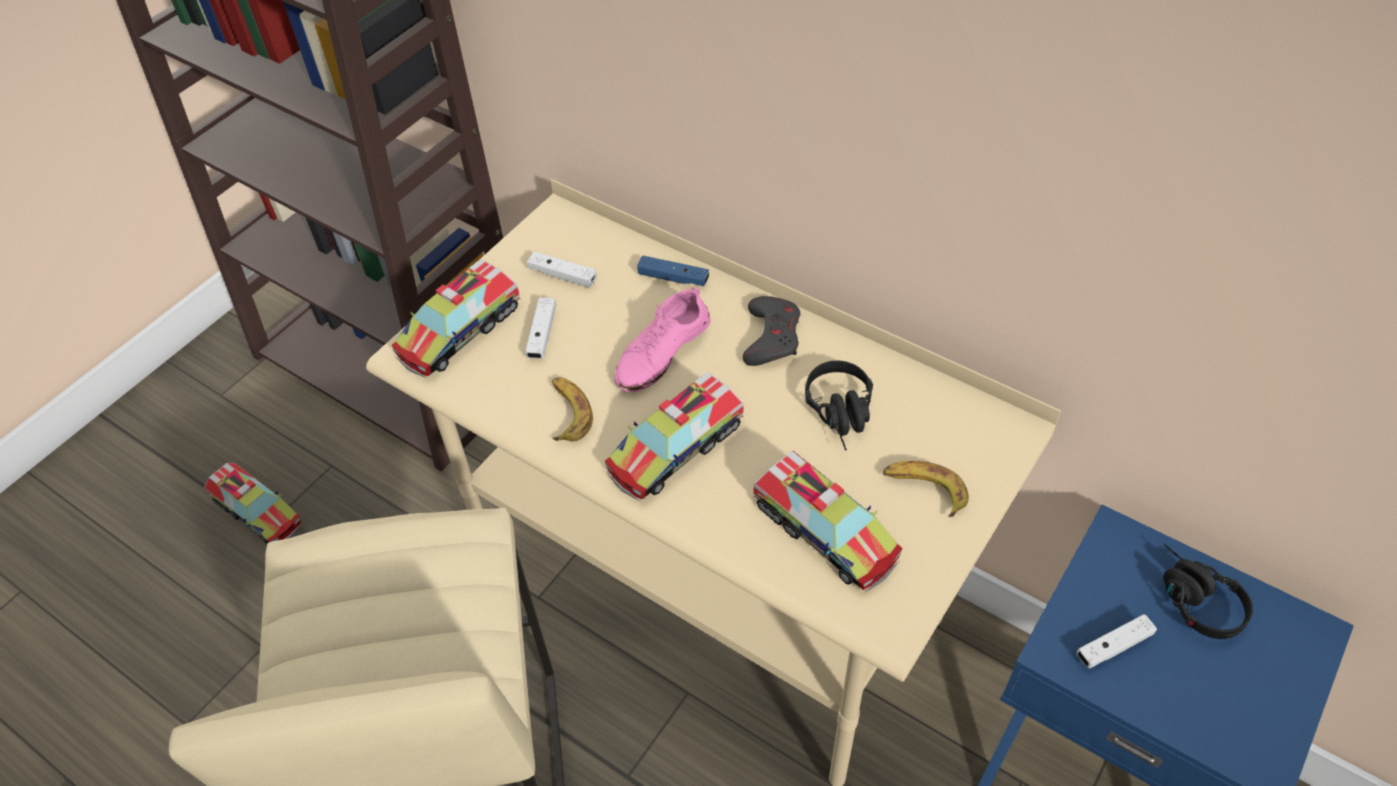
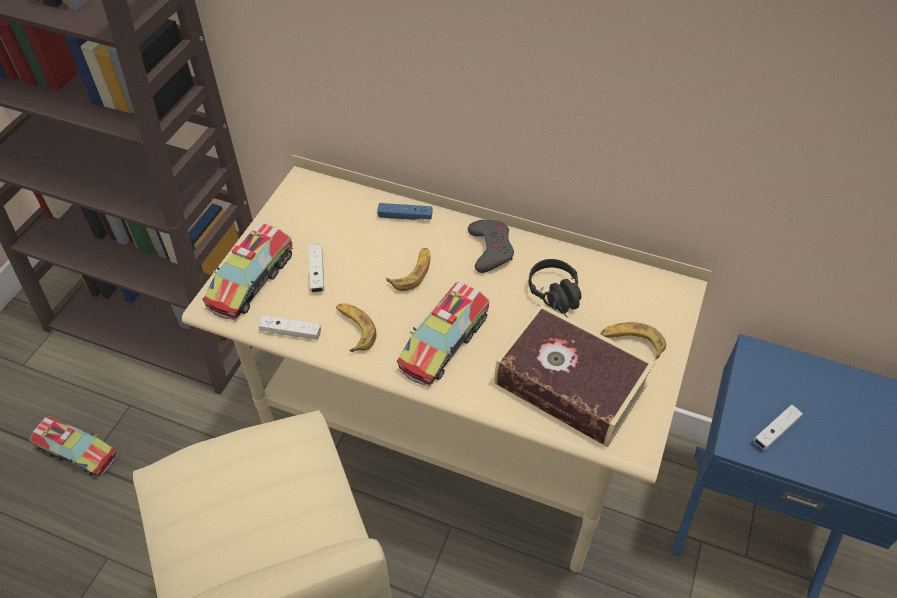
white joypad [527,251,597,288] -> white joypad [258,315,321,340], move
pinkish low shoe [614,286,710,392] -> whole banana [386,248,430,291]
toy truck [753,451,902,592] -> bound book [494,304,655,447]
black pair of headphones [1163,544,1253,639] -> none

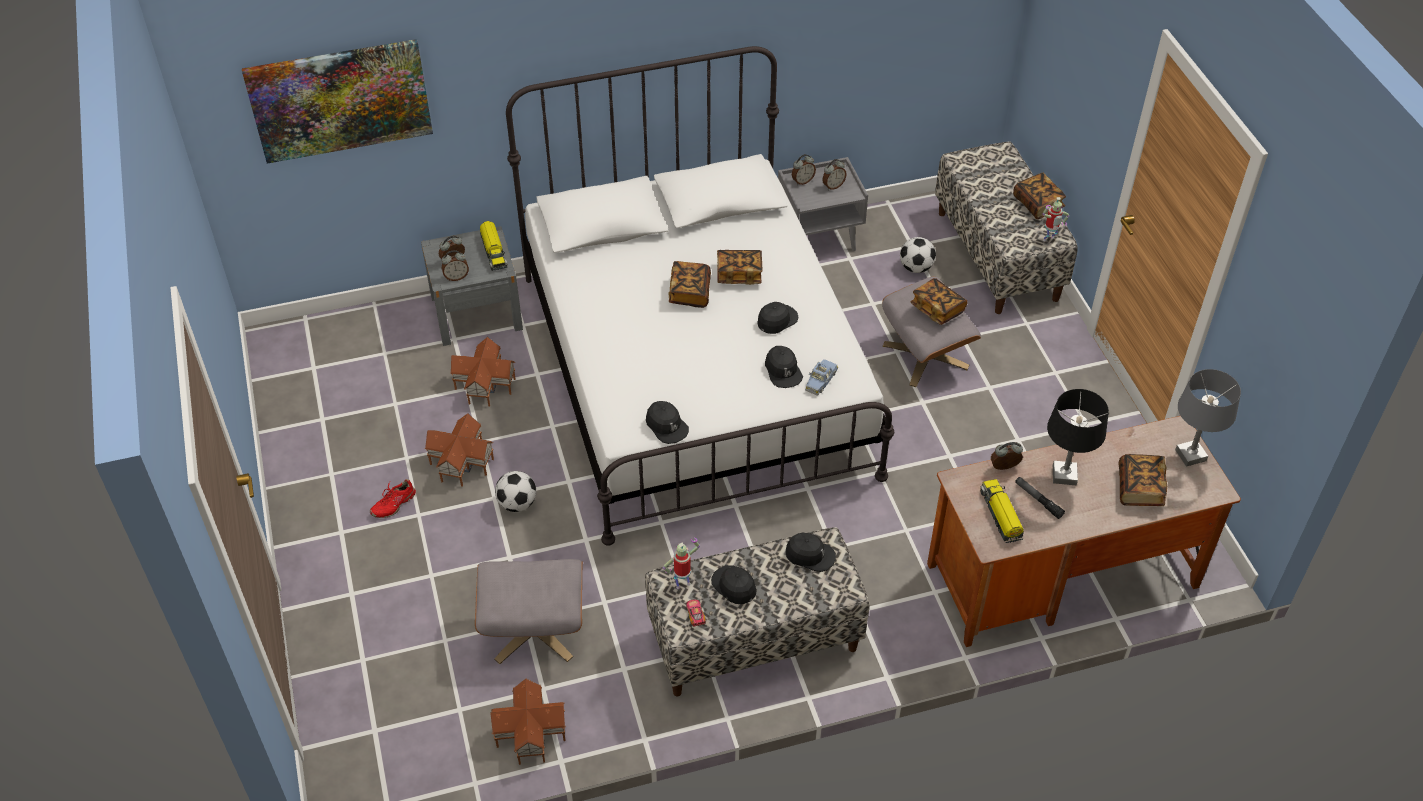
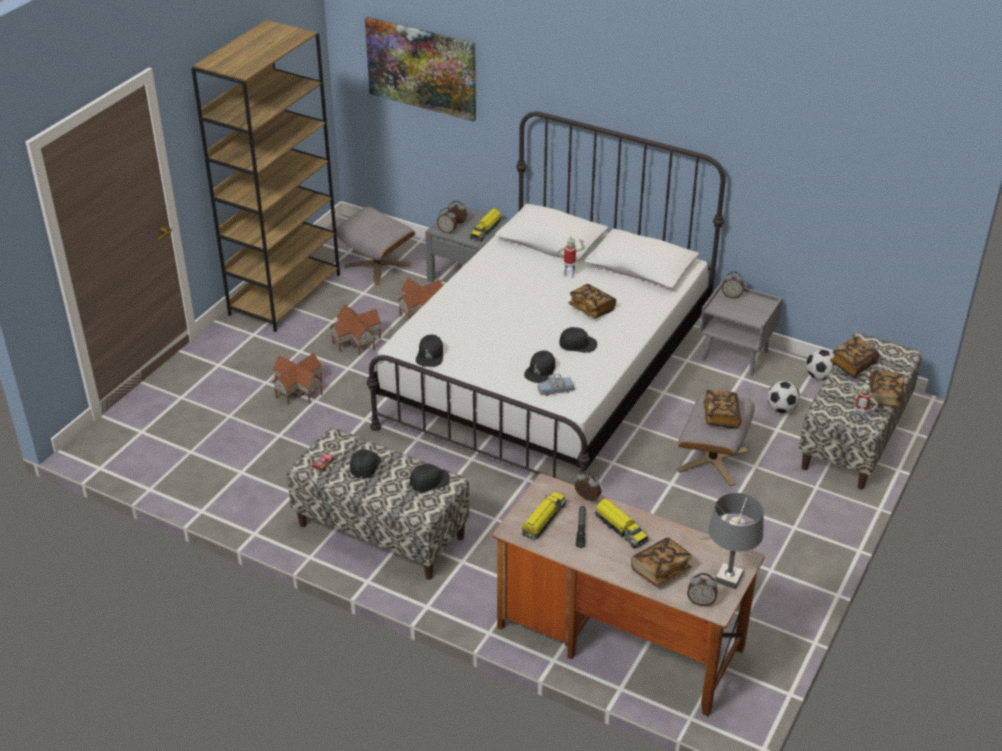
table clock [822,159,847,190] -> table clock [687,573,718,606], move
bound book [668,261,711,308] -> bound book [830,337,879,378], move
black table lamp [1047,389,1109,485] -> toy truck [594,498,648,549]
football [495,471,536,512] -> football [806,349,835,381], move
red low shoe [370,479,416,518] -> none
black baseball cap [786,533,836,572] -> black baseball cap [410,464,450,492], 90 degrees counterclockwise
toy robot [663,538,700,589] -> toy robot [558,236,585,278], move
greyish ottoman [475,559,583,664] -> greyish ottoman [336,207,415,285], move
toy house [490,679,566,765] -> toy house [272,353,322,405], move
none -> brown-coloured shelving unit [191,20,340,332]

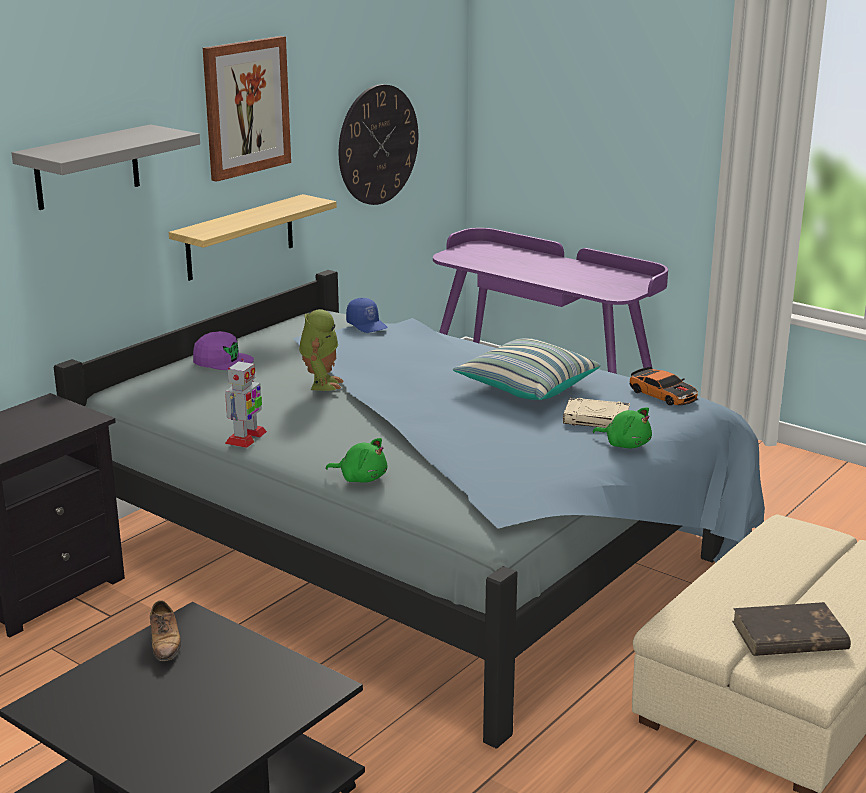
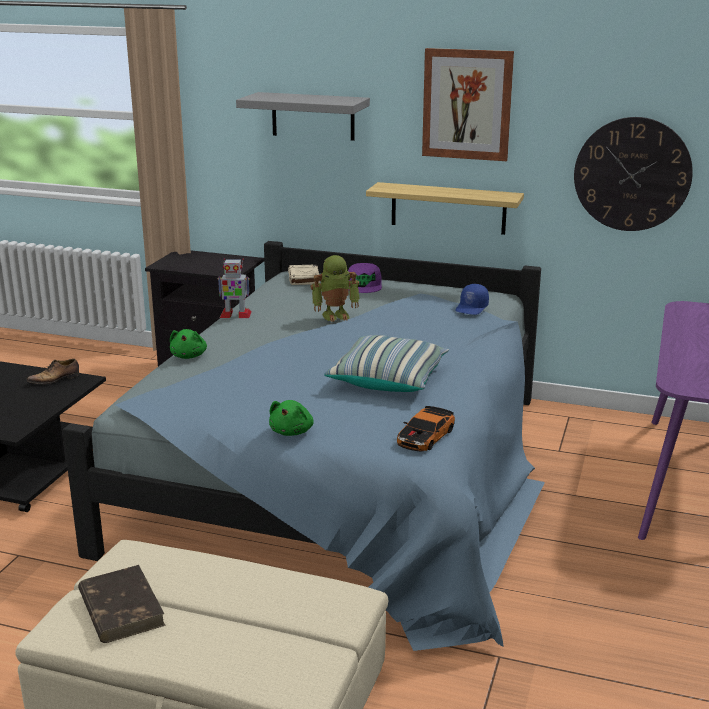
beige-coloured bound book [563,398,630,428] -> beige-coloured bound book [288,264,320,285], move

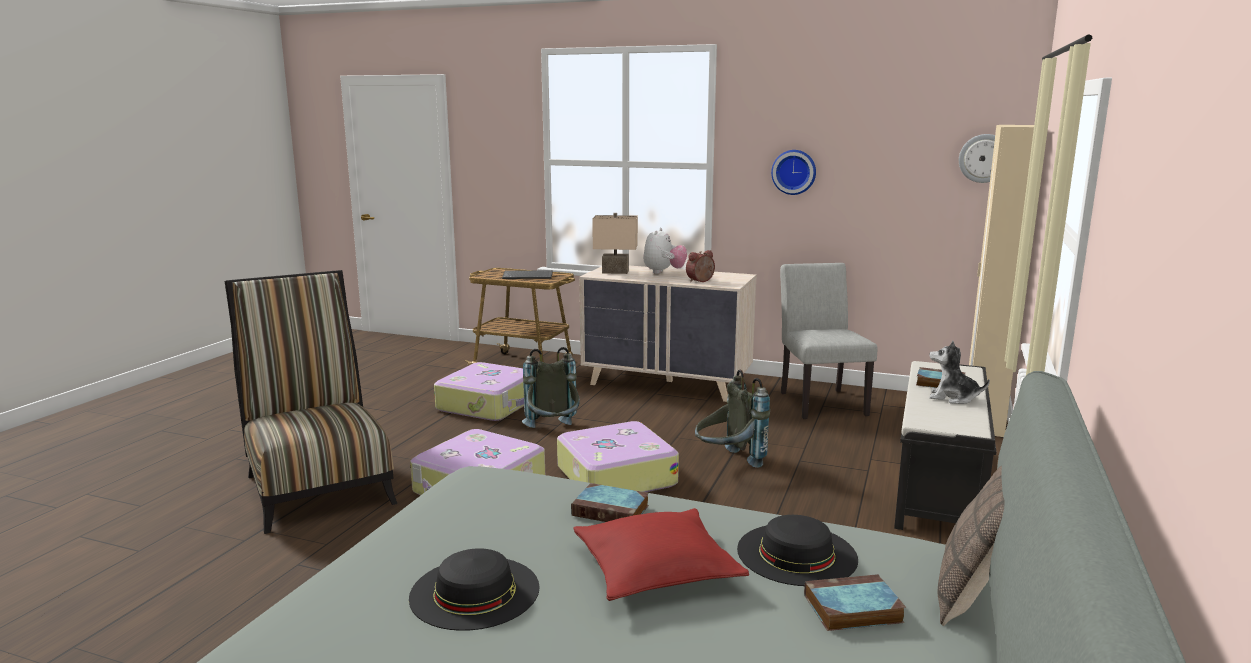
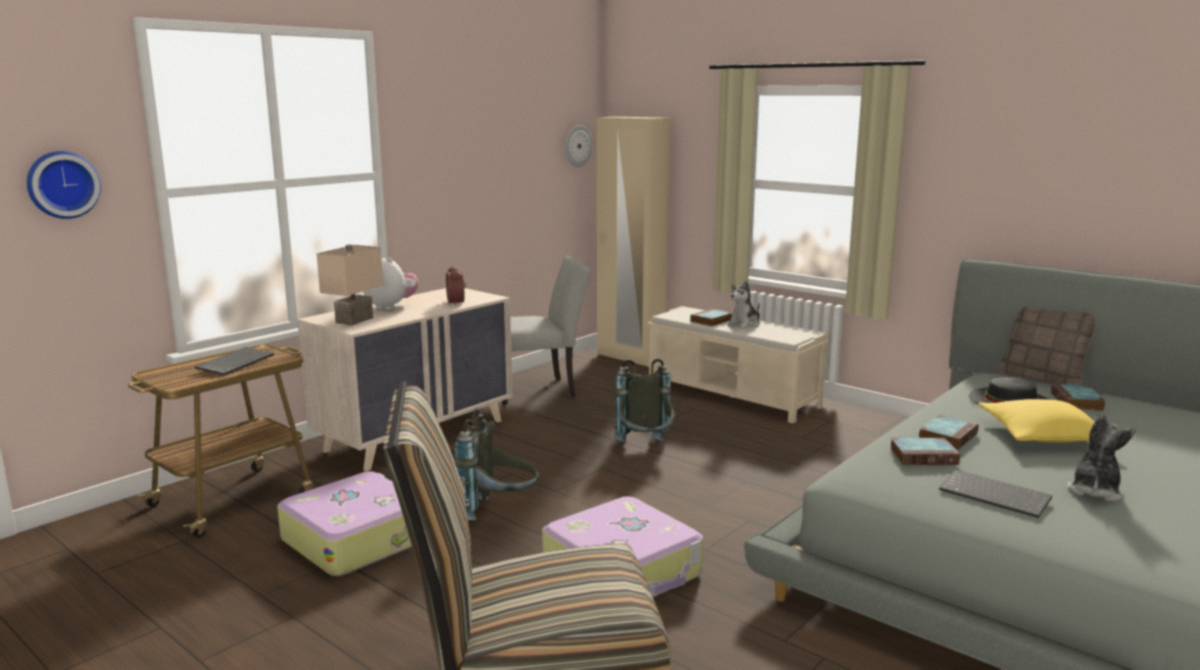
clock on the wall [771,150,816,195] -> clock on the wall [27,151,101,219], move
greyish chair [780,263,877,419] -> greyish chair [502,256,591,405], 150 degrees clockwise
black long seat [894,361,996,530] -> beige-coloured long seat [648,306,829,424]
piece of luggage [557,421,679,492] -> none
red throw pillow [573,508,749,601] -> yellow throw pillow [978,399,1094,443]
black clothing hat [409,548,540,631] -> cuddly toy [1067,413,1136,501]
none -> bound book [889,438,961,465]
none -> PC keyboard [939,470,1052,518]

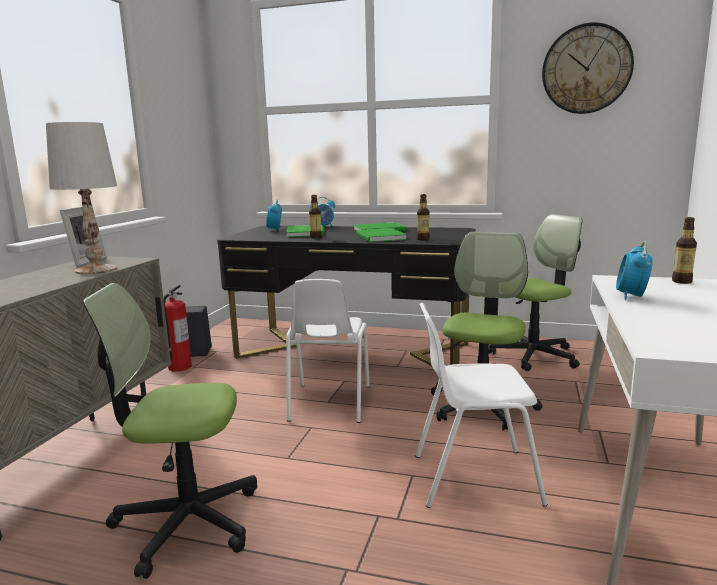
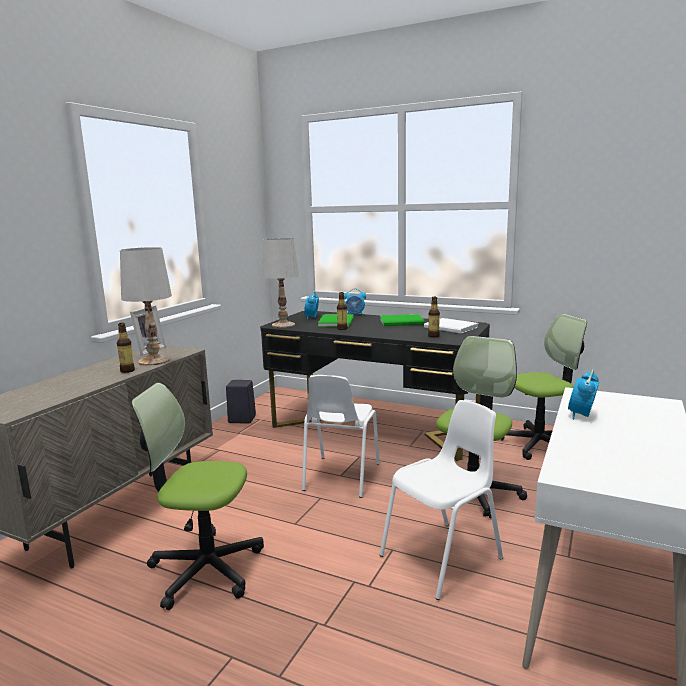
clock on the wall [542,22,634,114] -> none
drink bottle [672,217,697,284] -> drink bottle [117,323,135,373], move
greenish bound book [356,228,407,242] -> none
fire-fighting cylinder [163,285,192,371] -> none
white chair [415,303,547,508] -> white chair [379,400,503,600], 135 degrees clockwise
none -> white table lamp [262,238,299,328]
none -> white bound book [424,318,479,334]

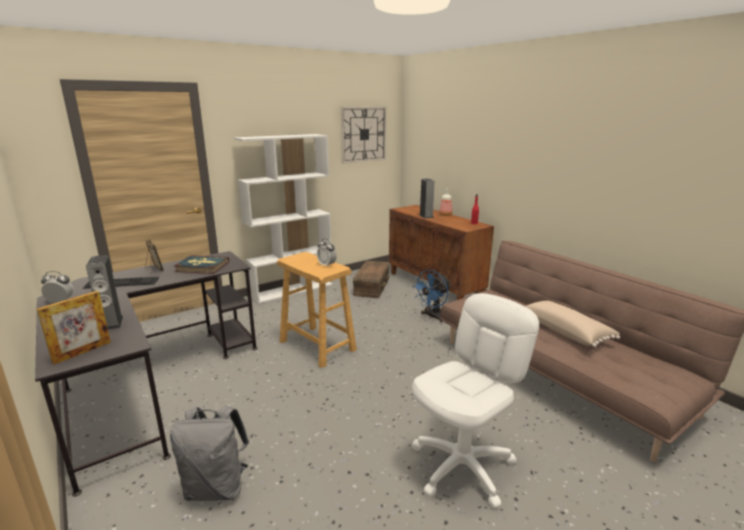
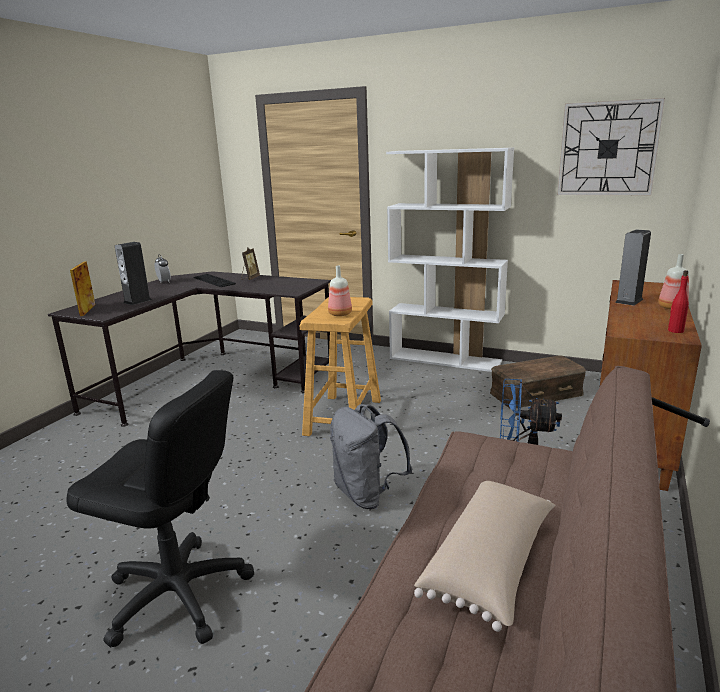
table clock [317,239,337,268] -> drink bottle [328,265,352,316]
bound book [174,255,229,274] -> none
photo frame [37,291,111,365] -> photo frame [70,261,95,316], 75 degrees clockwise
white office chair [412,293,539,509] -> black office chair [66,370,254,647]
greyish knapsack [170,406,249,501] -> greyish knapsack [330,404,412,509], move

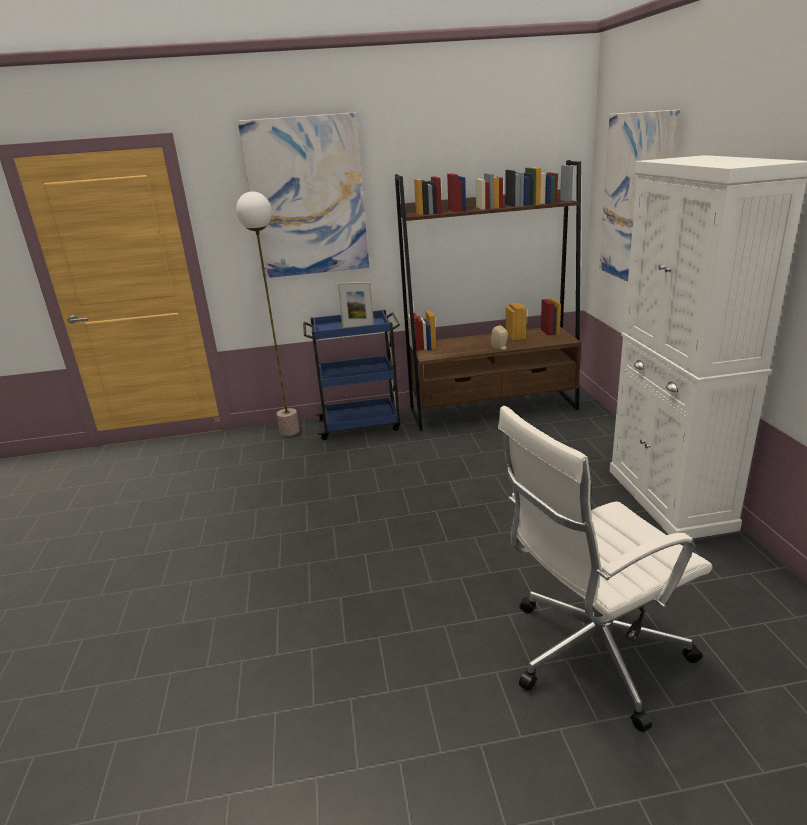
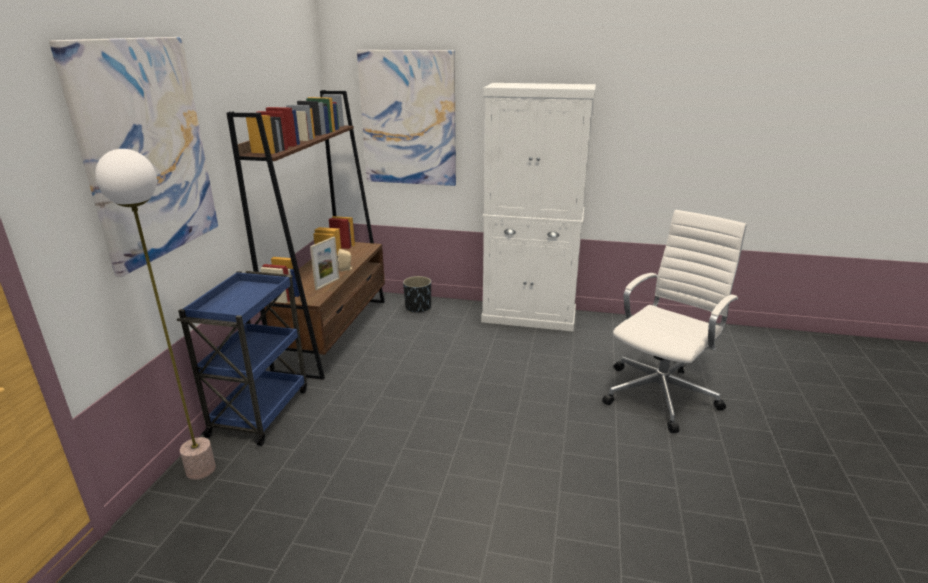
photo frame [338,282,374,328] -> photo frame [310,237,340,290], move
white office chair [498,406,712,733] -> white office chair [602,210,747,433], 135 degrees counterclockwise
none -> black planter [403,276,431,313]

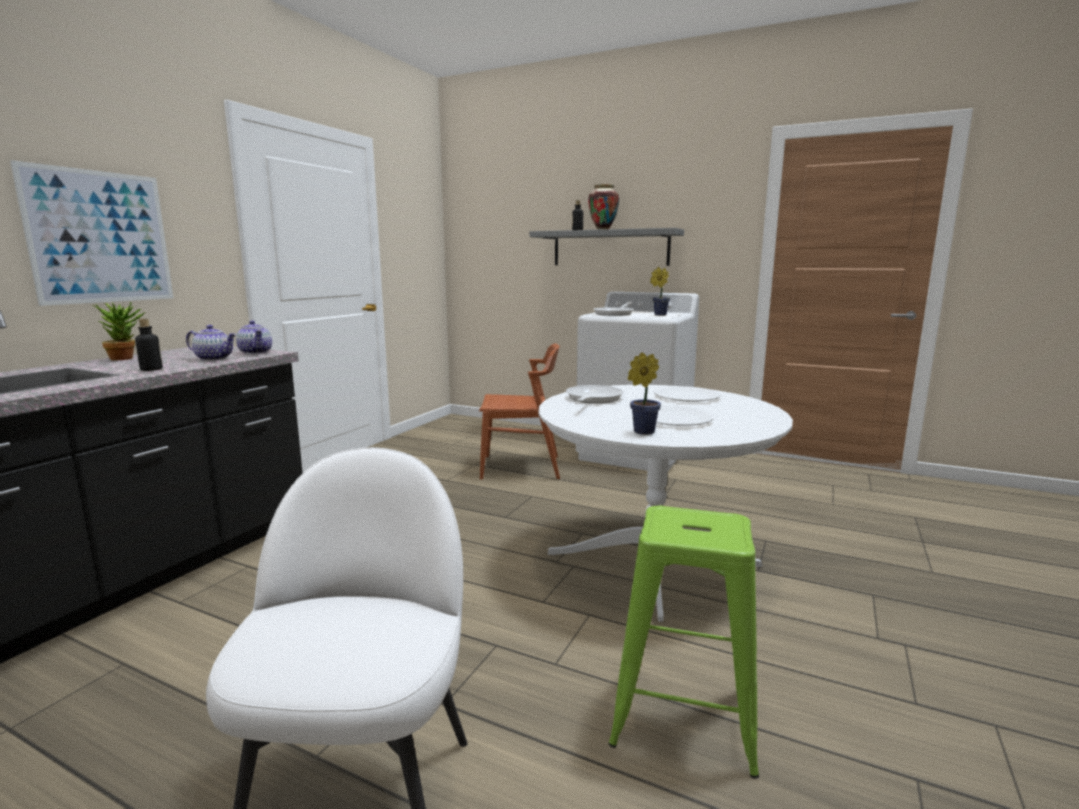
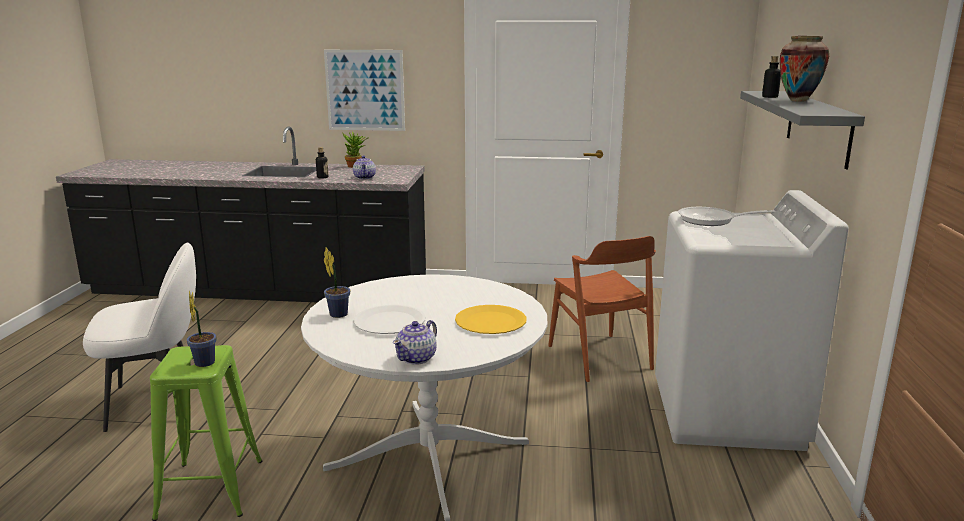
houseplant [650,267,670,316] -> houseplant [187,291,217,367], move
pot for tea [236,321,272,354] -> pot for tea [393,320,437,365], move
pan [566,385,624,404] -> none
white plate [654,386,720,402] -> yellow plate [455,305,527,334]

